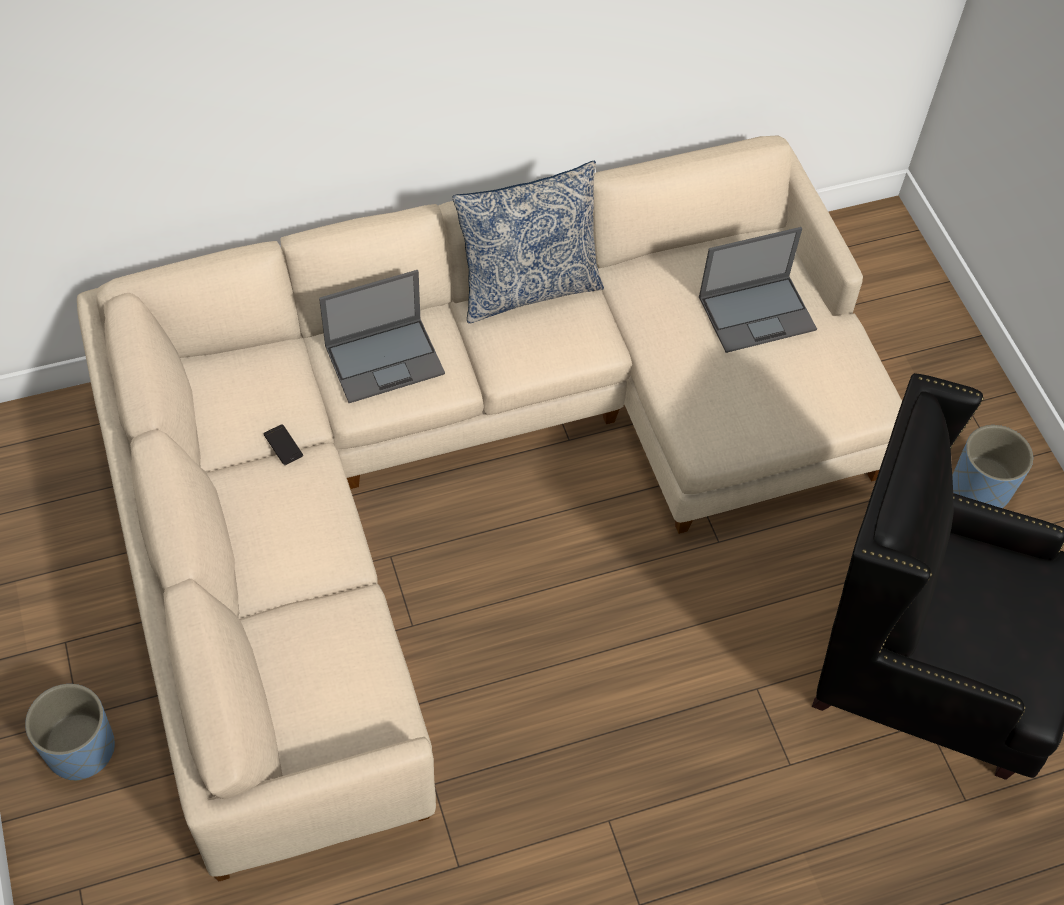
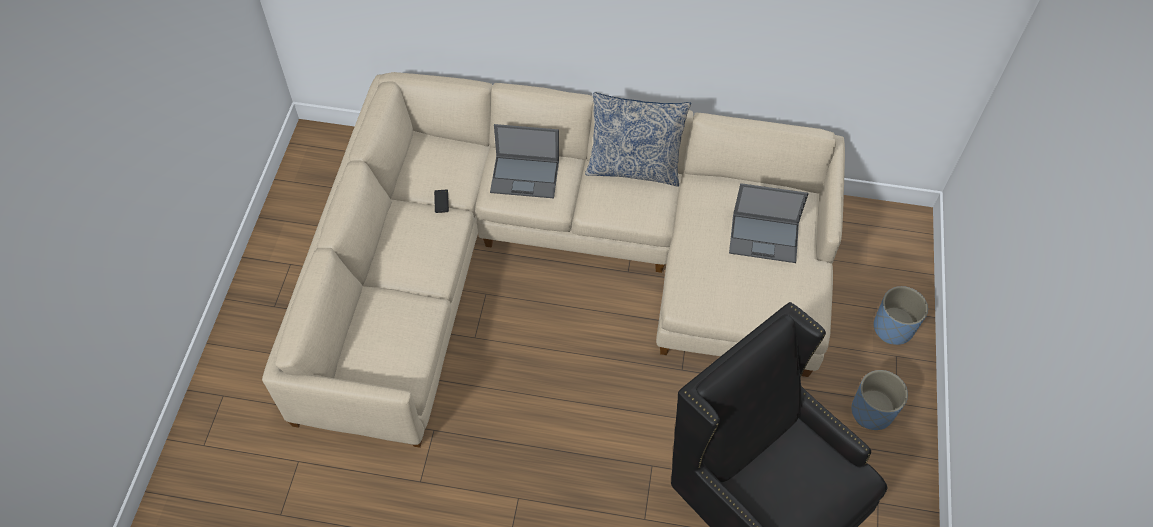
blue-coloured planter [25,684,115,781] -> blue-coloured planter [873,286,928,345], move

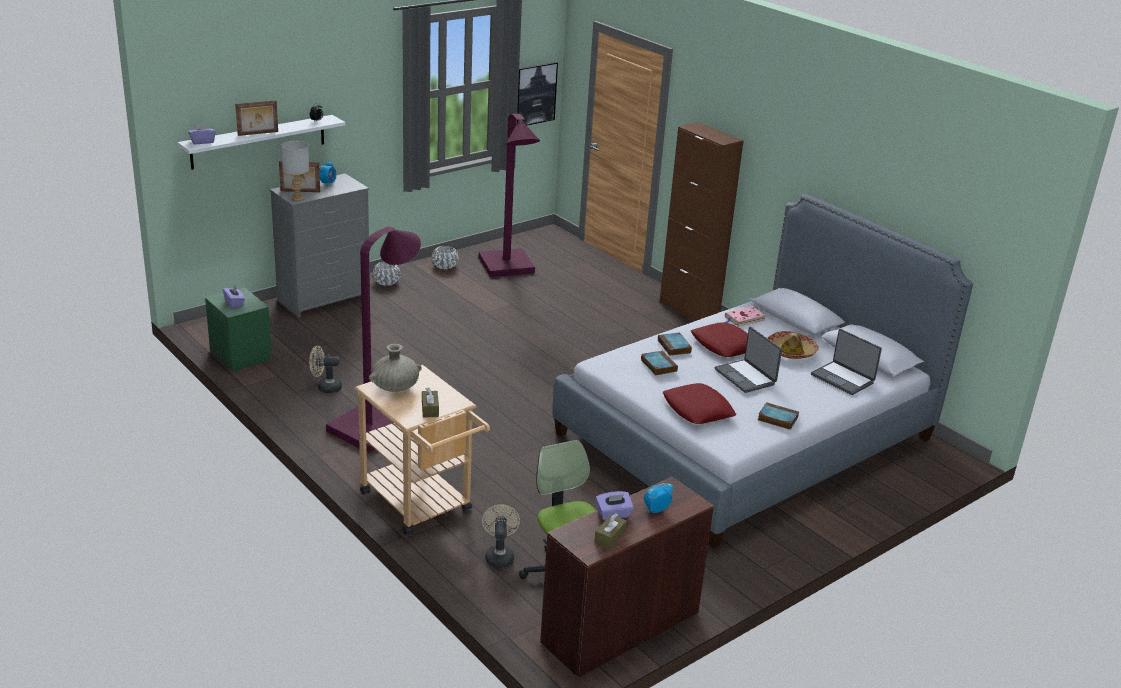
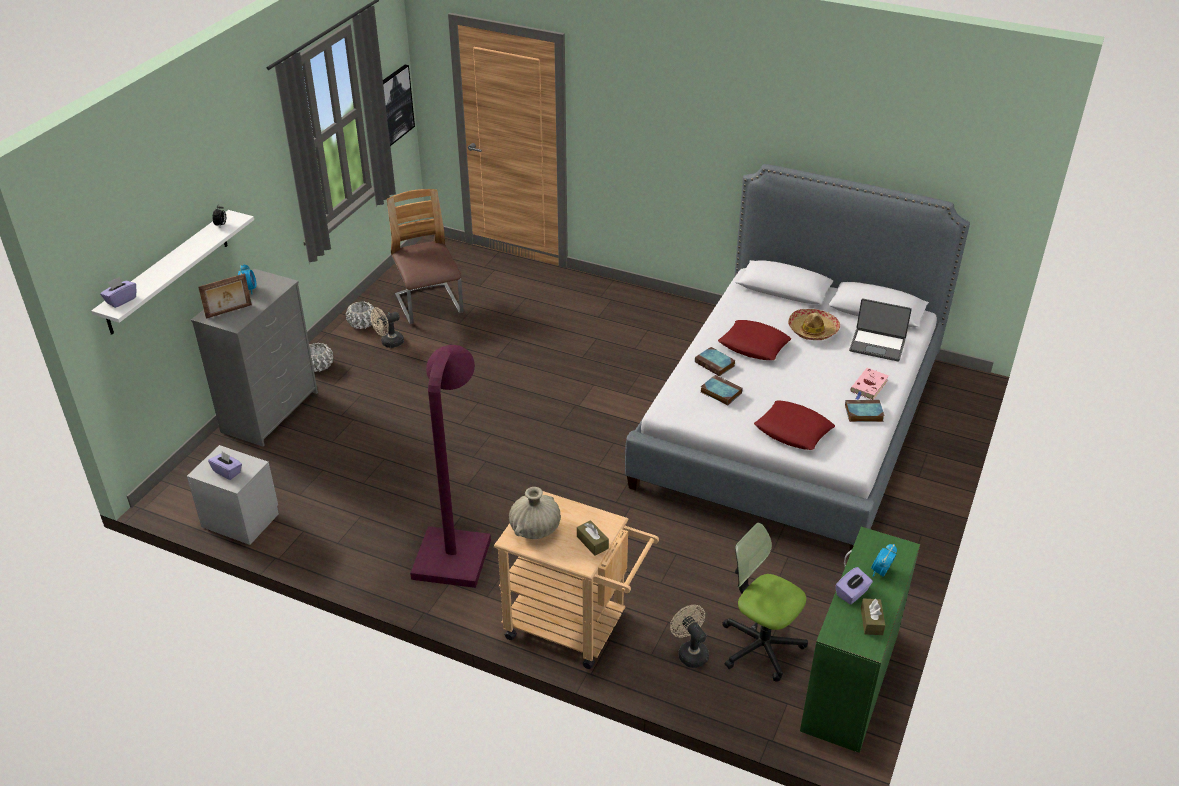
photo frame [235,100,278,136] -> none
purple floor lamp [479,114,540,277] -> chair [387,189,463,324]
brown-coloured storage cabinet [659,122,744,321] -> none
greyish table lamp [281,141,309,201] -> none
greenish nightstand [205,287,272,372] -> greyish nightstand [187,445,279,545]
pinkish bound book [724,307,766,327] -> pinkish bound book [850,368,889,400], move
notebook computer [715,327,782,393] -> none
beige-coloured cooling fan [309,346,342,393] -> beige-coloured cooling fan [371,307,404,348], move
brown-coloured desk table [540,477,714,678] -> greenish desk table [800,527,920,753]

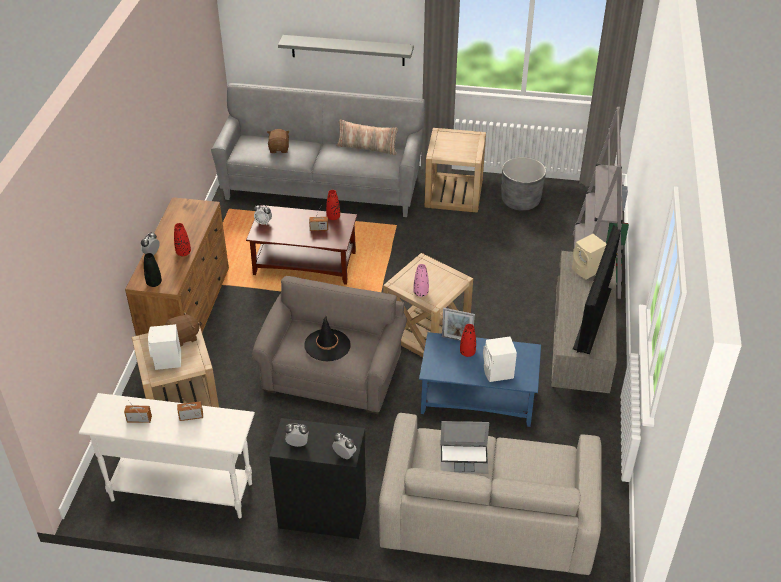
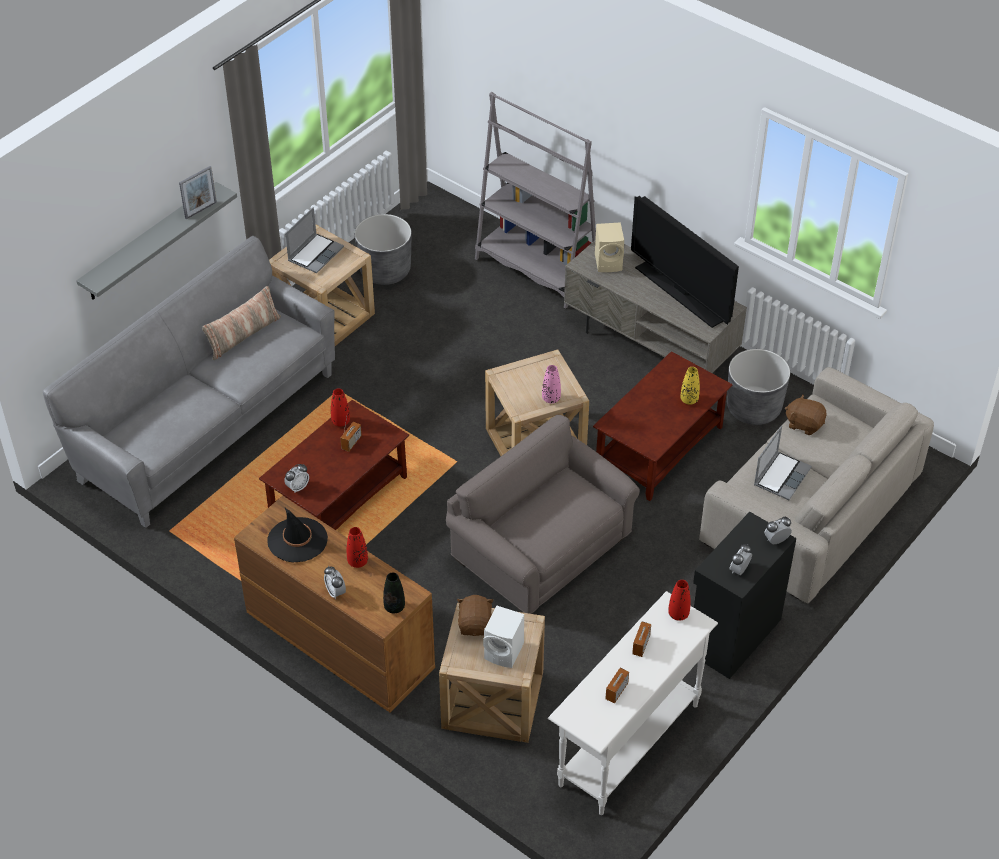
brown-coloured cuddly toy [267,129,290,153] -> brown-coloured cuddly toy [785,395,827,435], move
photo frame [442,308,475,341] -> photo frame [179,166,217,219], move
black clothing hat [304,315,351,361] -> black clothing hat [268,508,328,562], move
red decorative vase [460,324,476,357] -> red decorative vase [668,580,691,621], move
blue-coloured lounge table [419,332,541,427] -> brown-coloured lounge table [593,351,733,501]
white audio speaker [483,337,517,382] -> yellow decorative vase [680,367,700,405]
none -> notebook computer [285,207,344,273]
none -> greyish planter [727,349,790,425]

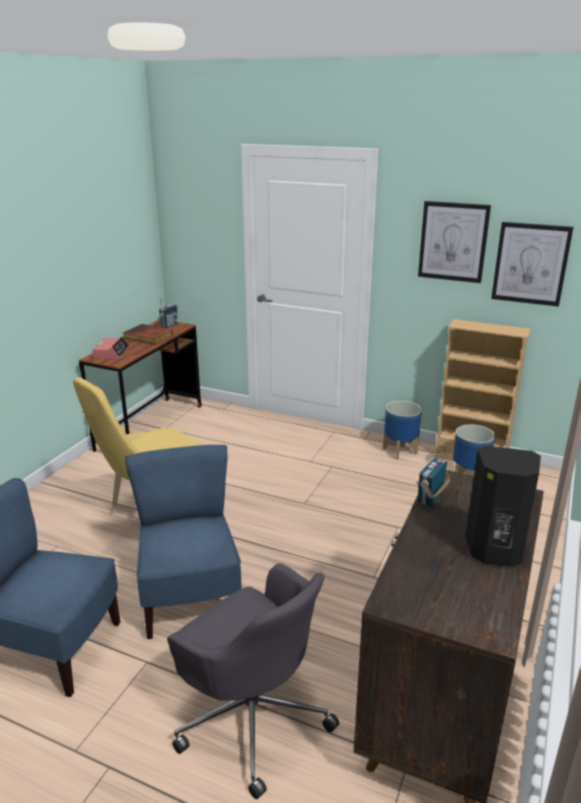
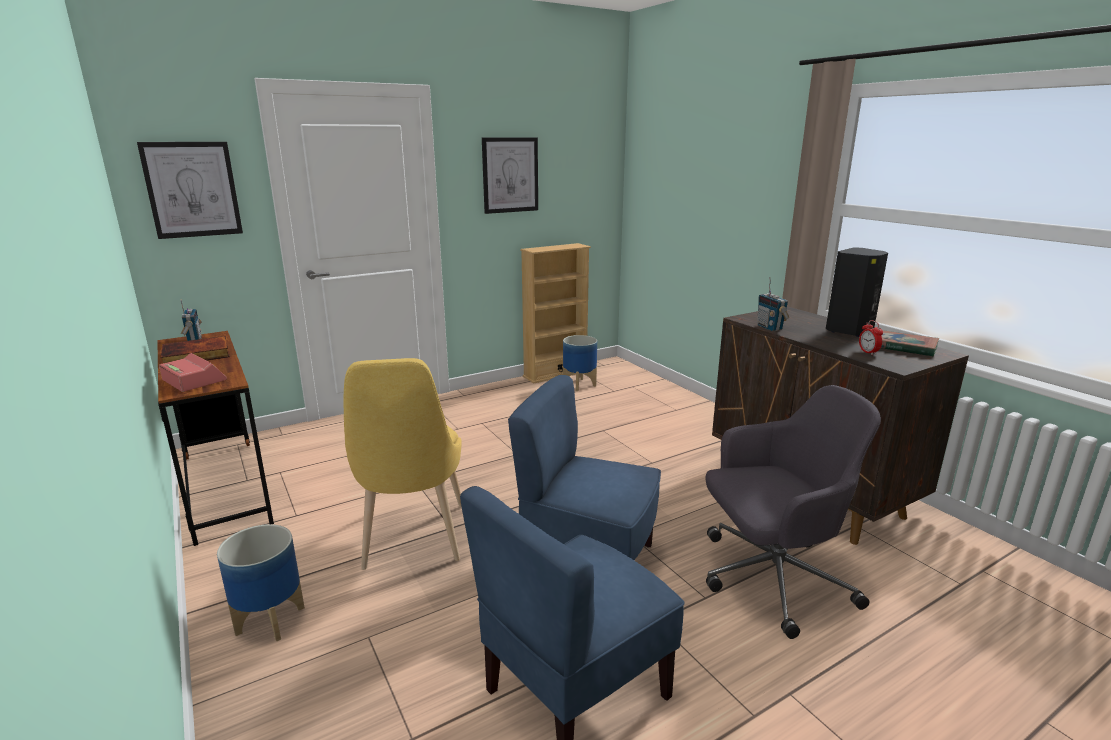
wall art [491,222,573,307] -> wall art [137,142,243,239], move
planter [383,401,422,460] -> planter [217,524,305,641], move
none -> table clock [859,320,883,355]
none -> bound book [881,330,939,357]

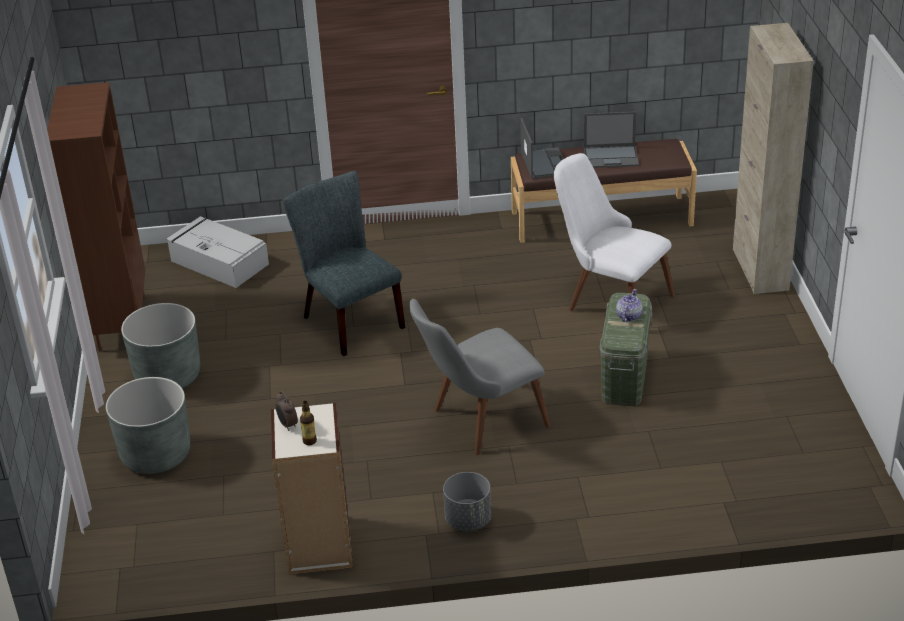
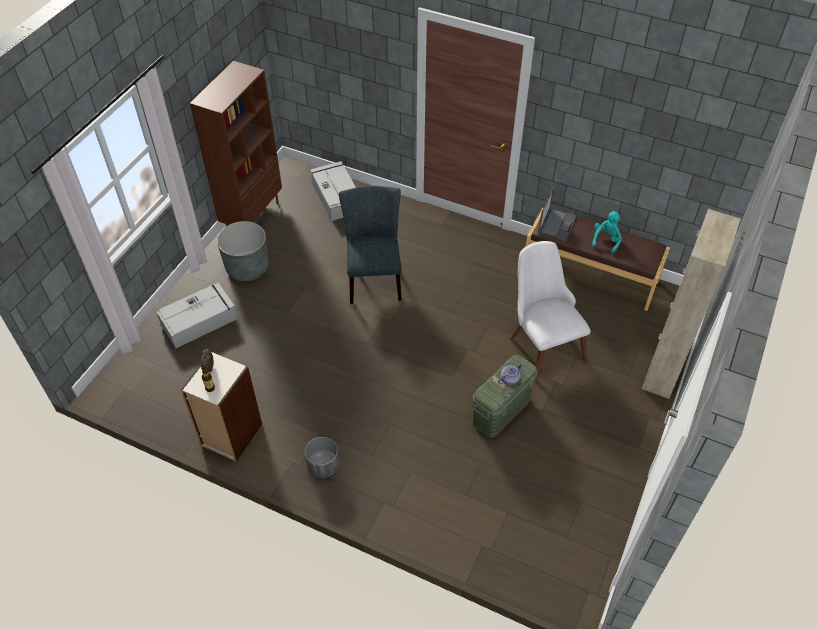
notebook computer [584,112,639,168] -> blue-green cuddly toy [592,211,622,253]
greyish chair [409,299,551,455] -> none
greyish planter [106,377,190,474] -> greyish storage container [156,283,237,348]

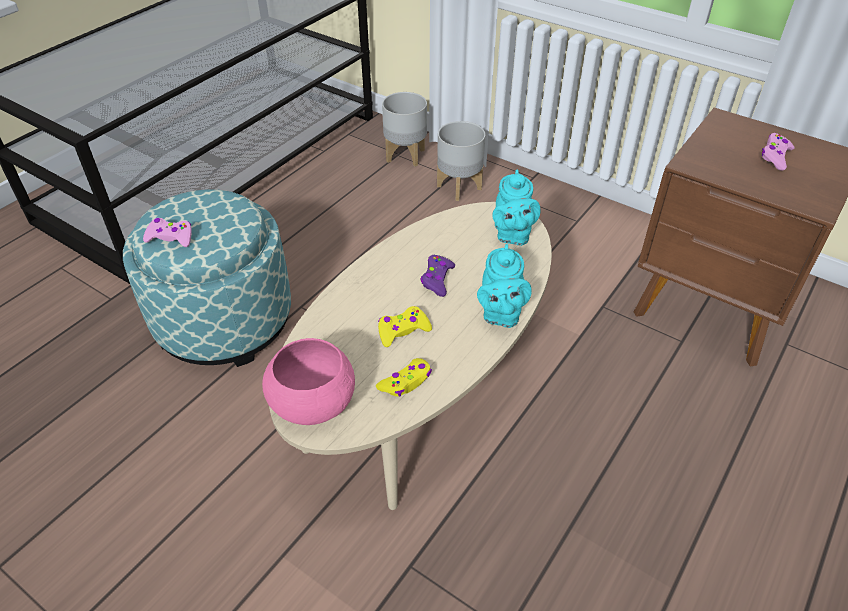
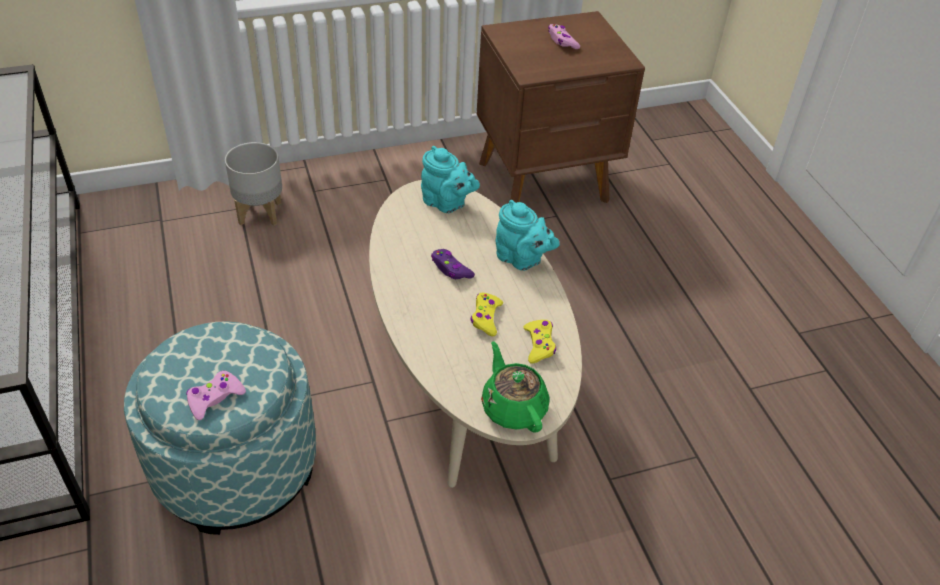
greyish planter [382,92,427,167] -> none
pinkish serving bowl [262,338,355,425] -> greenish pot for tea [481,341,550,433]

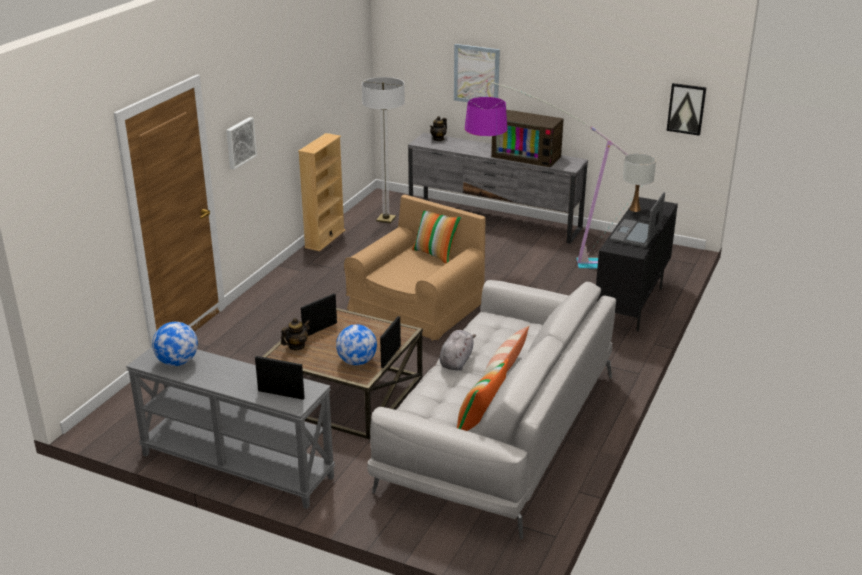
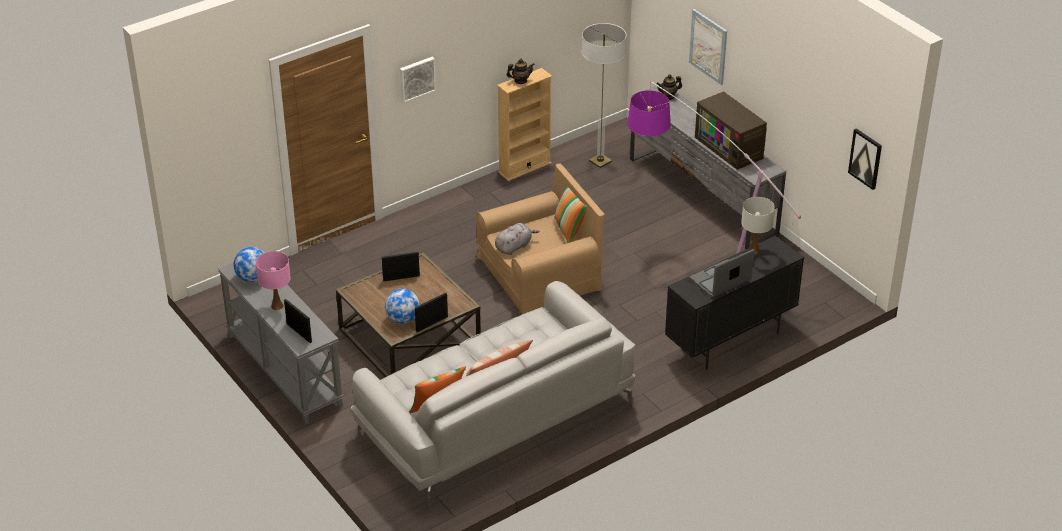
pot for tea [281,318,310,350] -> pot for tea [506,59,535,84], move
greyish cuddly toy [439,330,476,370] -> greyish cuddly toy [495,223,539,255], move
none -> pinkish table lamp [256,251,291,310]

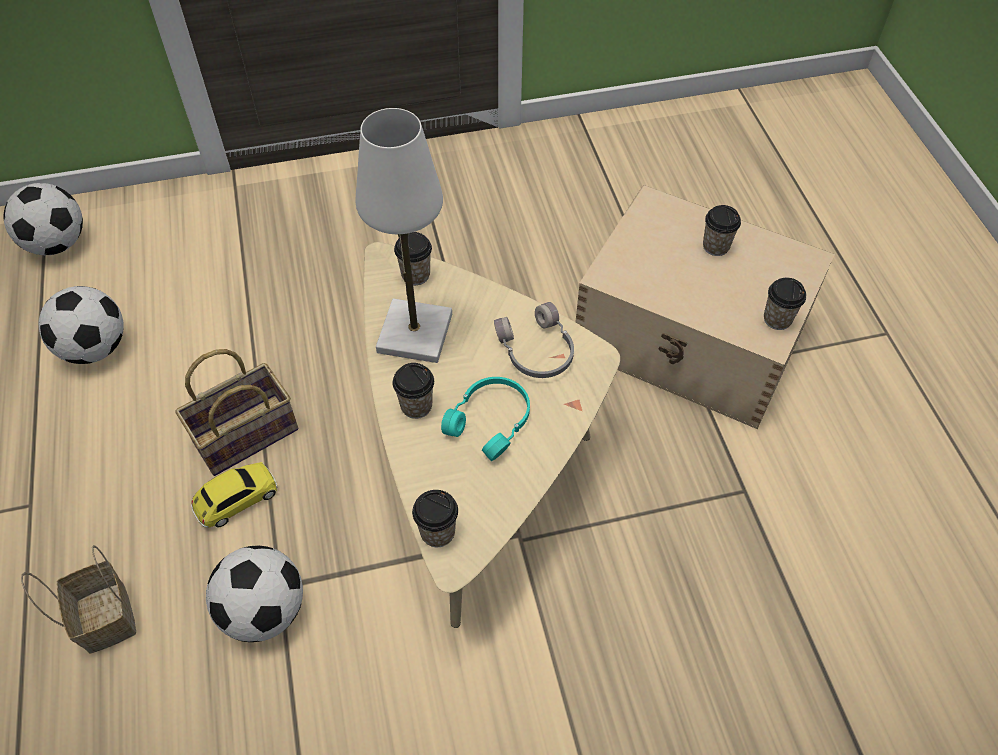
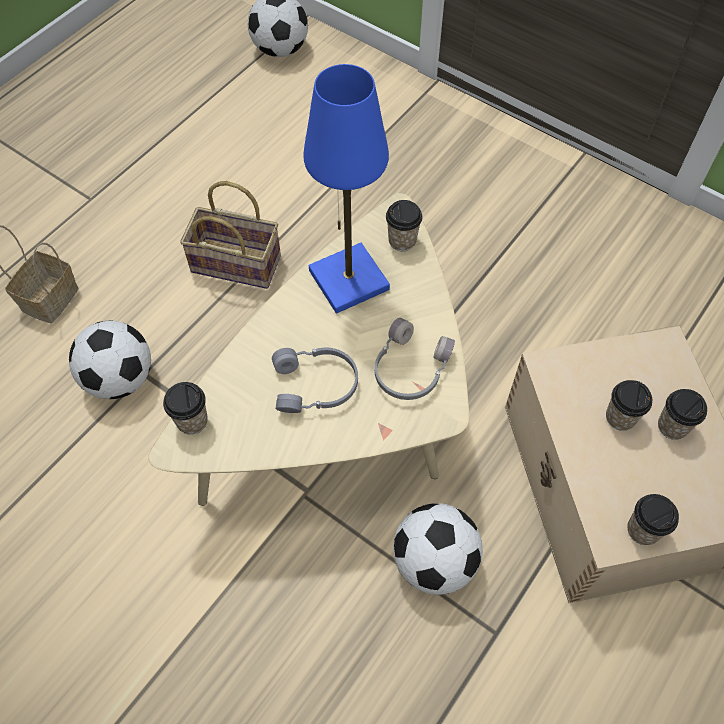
white table lamp [356,108,452,363] -> blue-coloured table lamp [303,64,390,314]
football [38,286,124,364] -> football [393,503,483,595], move
cup [392,363,434,419] -> cup [606,380,652,431], move
blue-green pair of headphones [441,377,530,461] -> greyish pair of headphones [272,348,358,413]
toy car [191,462,277,528] -> none

